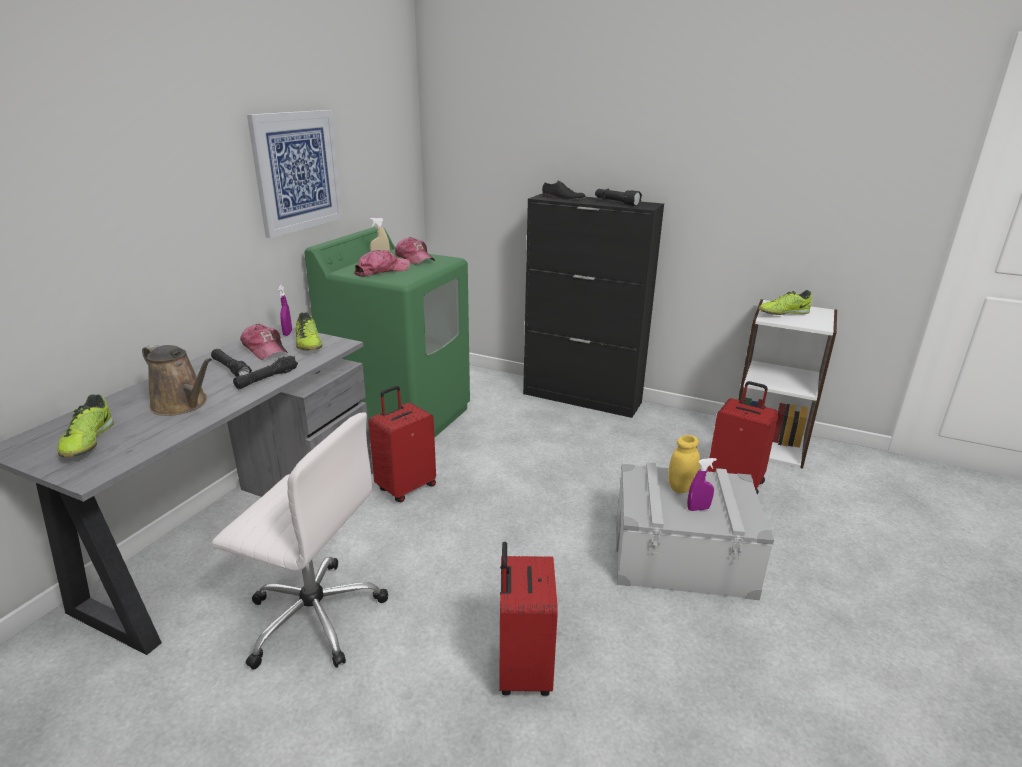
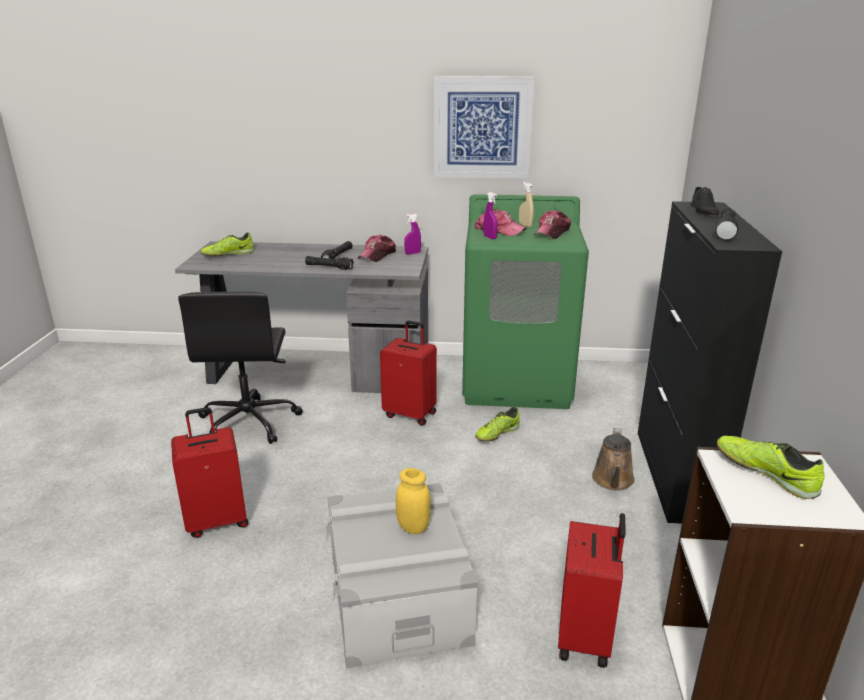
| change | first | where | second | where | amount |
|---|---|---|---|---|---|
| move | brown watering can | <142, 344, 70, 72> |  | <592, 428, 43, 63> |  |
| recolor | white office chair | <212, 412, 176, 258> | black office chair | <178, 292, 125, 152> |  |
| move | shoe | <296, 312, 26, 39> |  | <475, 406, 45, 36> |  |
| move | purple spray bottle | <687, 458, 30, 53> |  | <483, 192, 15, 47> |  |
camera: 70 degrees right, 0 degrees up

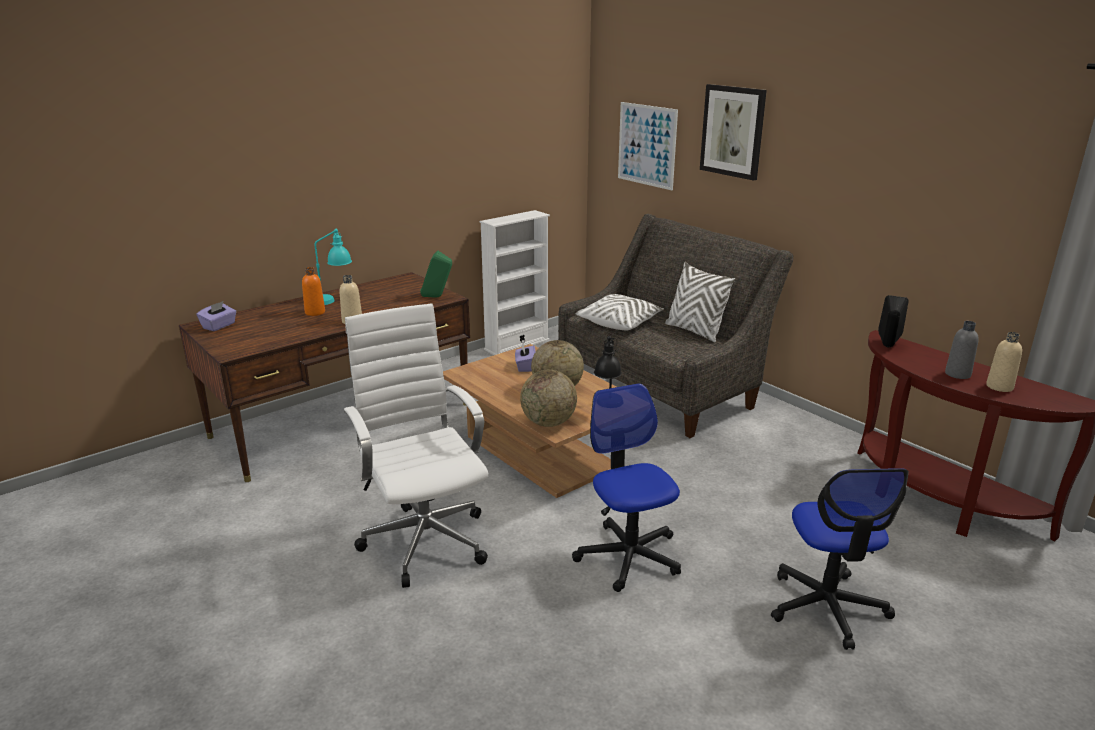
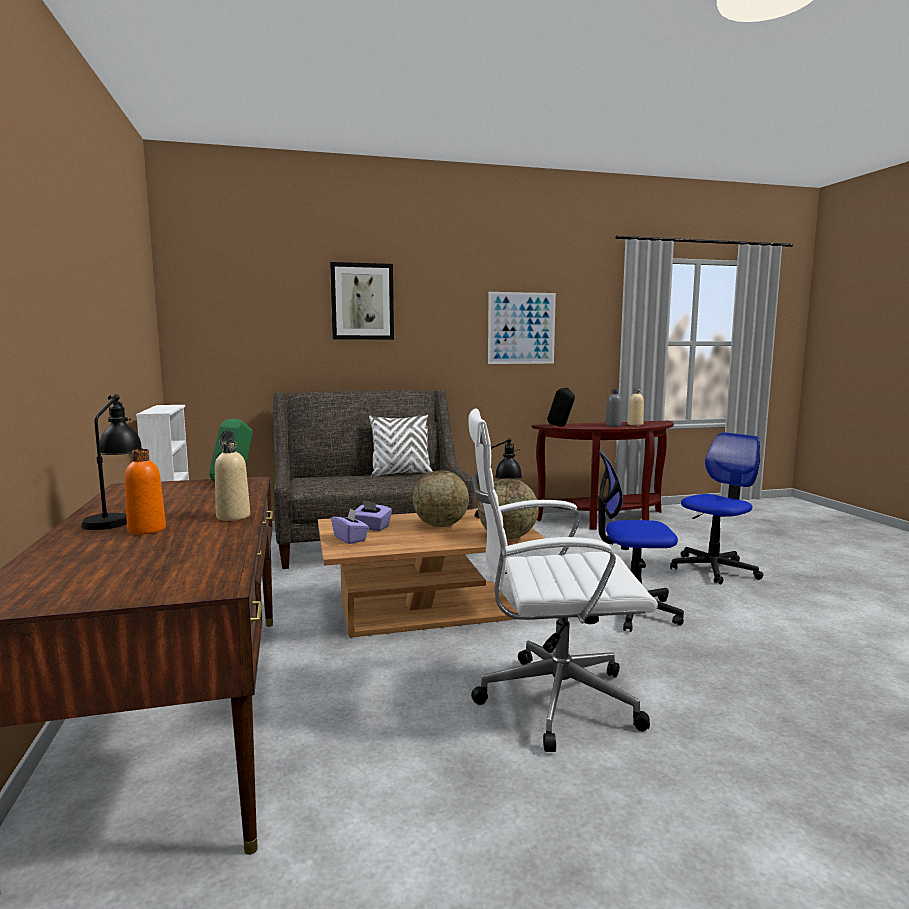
| change | first | where | second | where | amount |
|---|---|---|---|---|---|
| move | purple tissue box | <197, 301, 39, 30> |  | <331, 508, 38, 36> |  |
| recolor | turquoise table lamp | <315, 229, 37, 76> | black table lamp | <81, 394, 61, 136> |  |
| delete | white pillow | <575, 294, 89, 37> |  |  |  |
| move | picture | <618, 102, 60, 88> |  | <488, 292, 68, 72> |  |
| rotate | office chair | <771, 468, 138, 182> |  | <670, 432, 93, 152> | 60 degrees counterclockwise |
camera: 65 degrees left, 15 degrees down

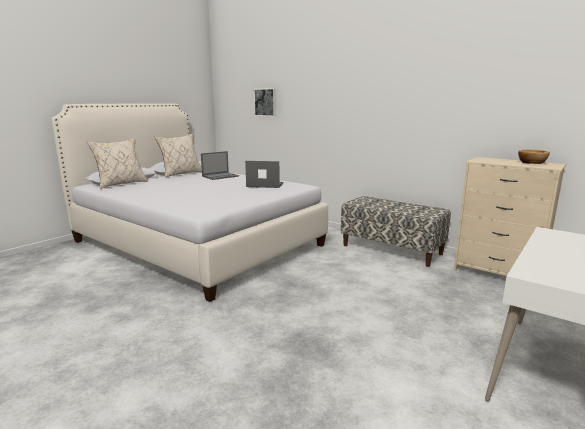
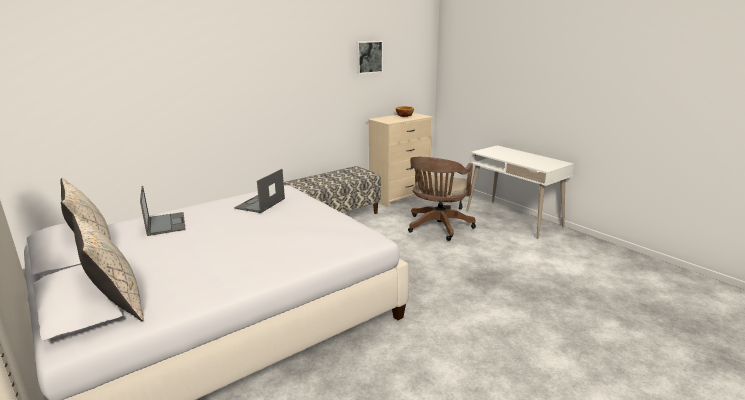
| change | first | where | second | where | amount |
|---|---|---|---|---|---|
| move | picture | <254, 88, 22, 29> |  | <356, 41, 27, 33> |  |
| insert |  |  | brown office chair | <408, 157, 68, 84> |  |
camera: 75 degrees left, 5 degrees up

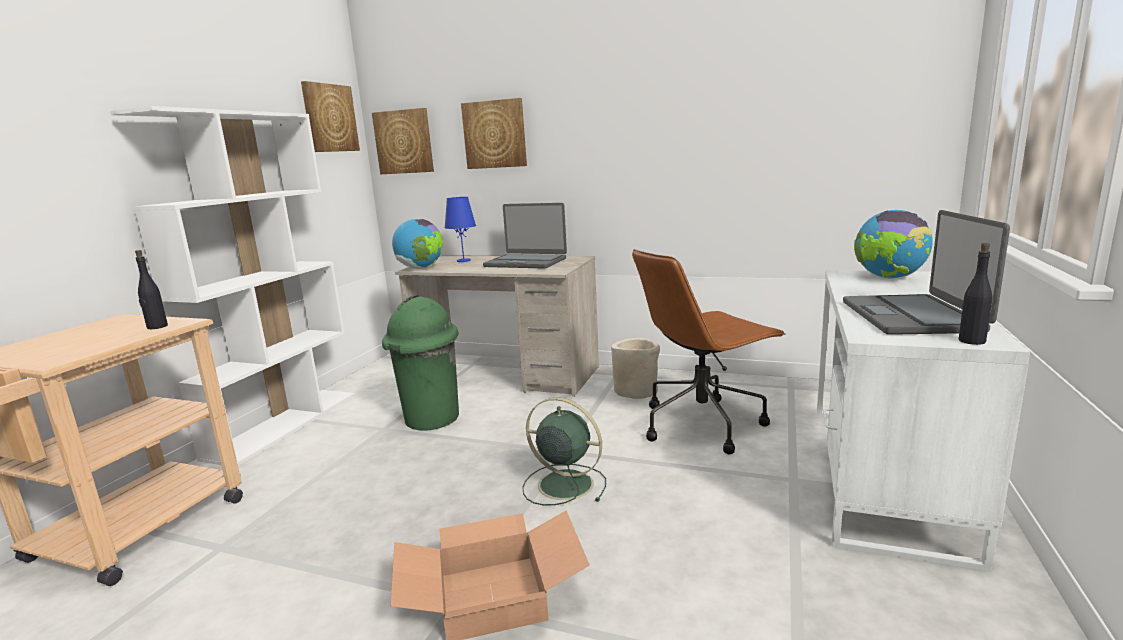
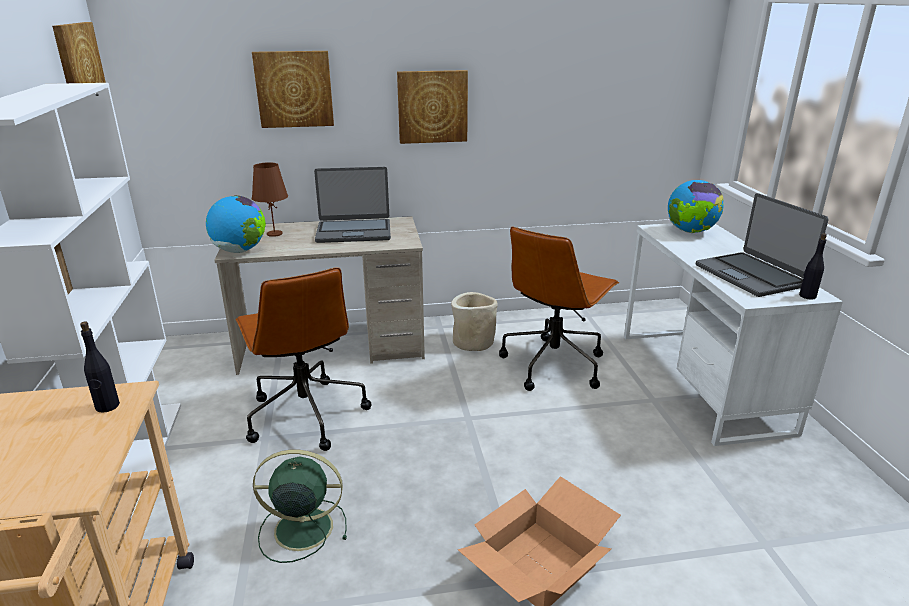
| change | first | where | second | where | amount |
|---|---|---|---|---|---|
| move | picture | <372, 108, 62, 66> |  | <397, 70, 71, 74> |  |
| replace | green trash can | <382, 295, 77, 136> | brown office chair | <236, 267, 135, 184> |  |
| recolor | blue table lamp | <444, 197, 32, 65> | brown table lamp | <252, 162, 36, 75> |  |
| move | green fan | <522, 398, 84, 108> |  | <253, 450, 94, 113> |  |
camera: 30 degrees left, 10 degrees up

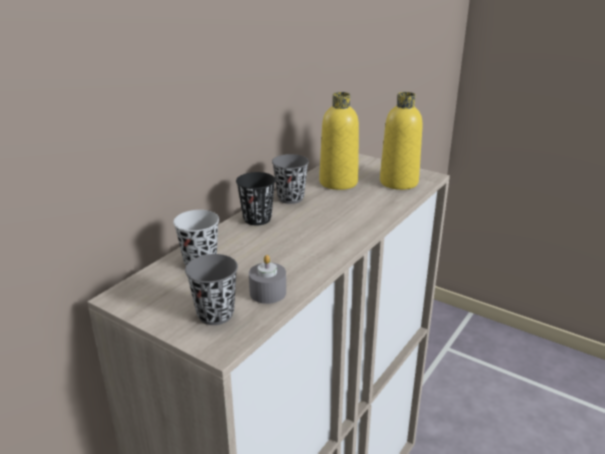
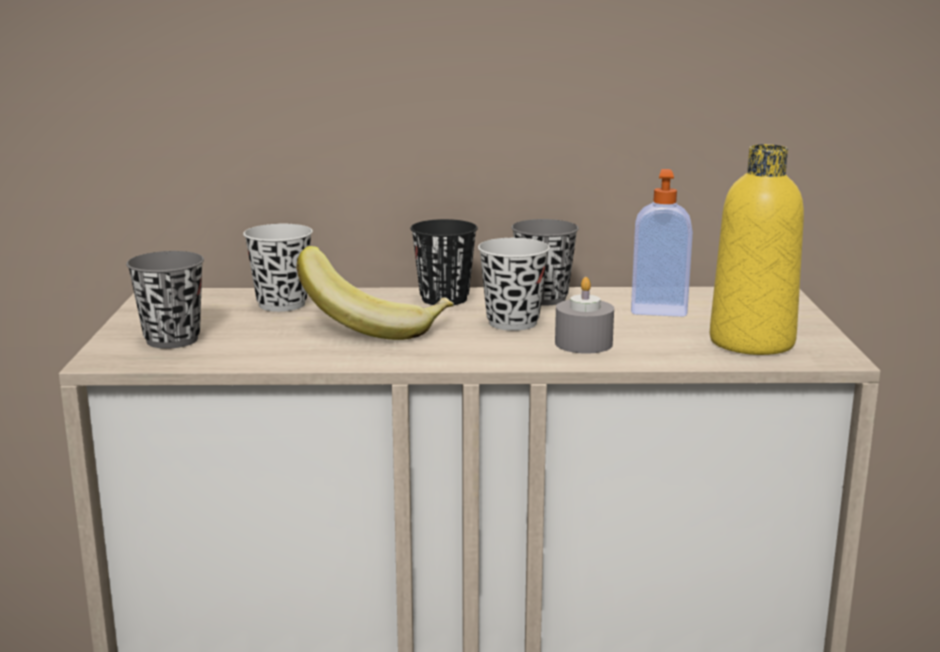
| change | first | where | second | where | amount |
|---|---|---|---|---|---|
| move | grey candle | <249, 255, 37, 49> |  | <555, 277, 59, 77> |  |
| replace | yellow bottle | <319, 92, 40, 98> | soap dispenser | <631, 169, 62, 148> |  |
| insert |  |  | banana | <296, 246, 158, 94> |  |
| insert |  |  | black cup | <478, 238, 72, 93> |  |
camera: 55 degrees right, 10 degrees down

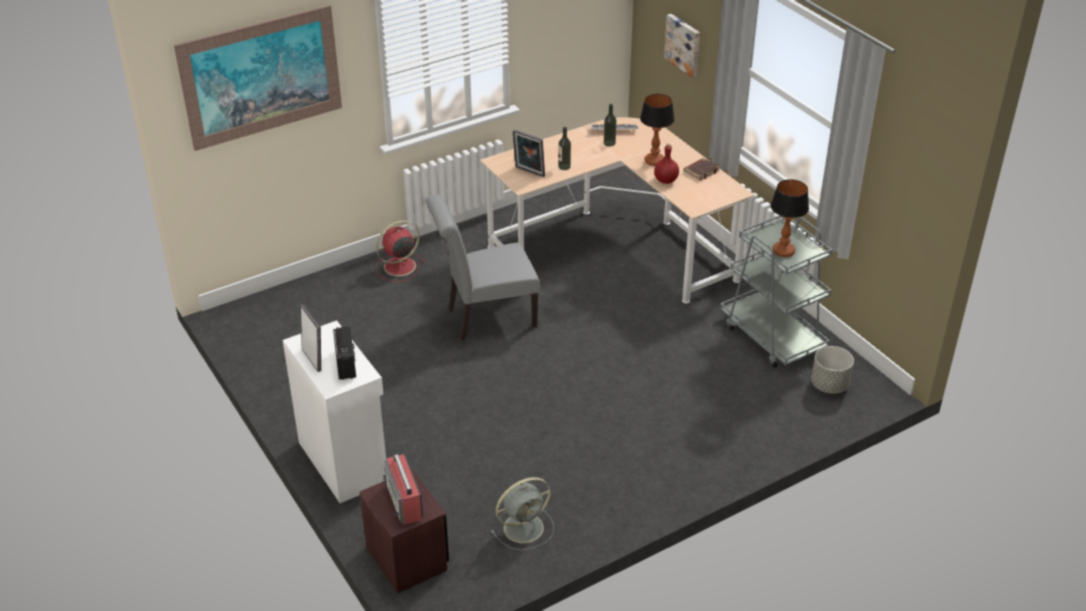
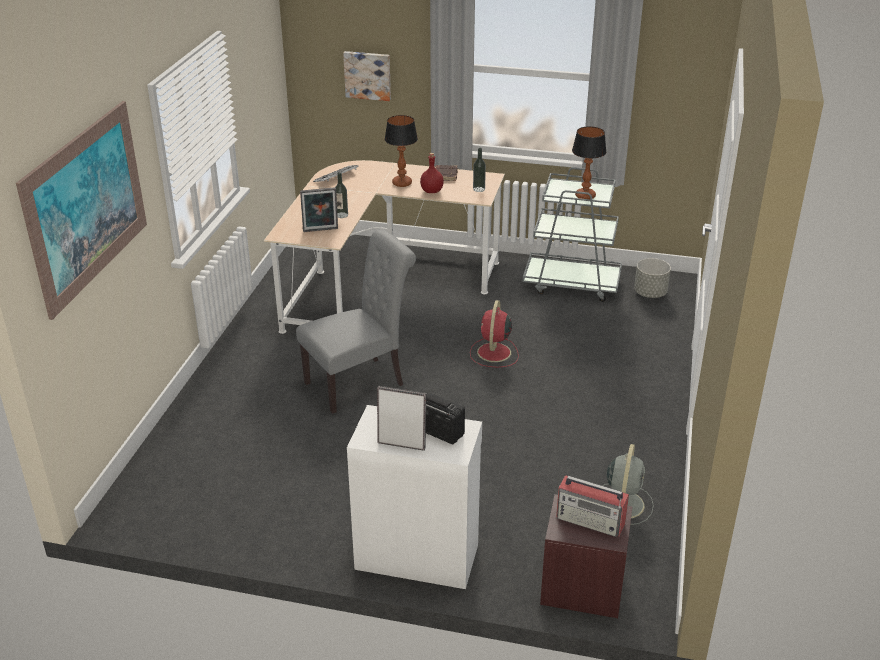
| change | first | where | second | where | amount |
|---|---|---|---|---|---|
| move | red fan | <376, 220, 50, 62> |  | <470, 300, 49, 67> |  |
| rotate | grey chair | <426, 194, 114, 147> |  | <296, 229, 120, 185> | 150 degrees counterclockwise |
| move | bottle | <604, 104, 13, 43> |  | <473, 148, 13, 44> |  |
camera: 45 degrees left, 5 degrees down

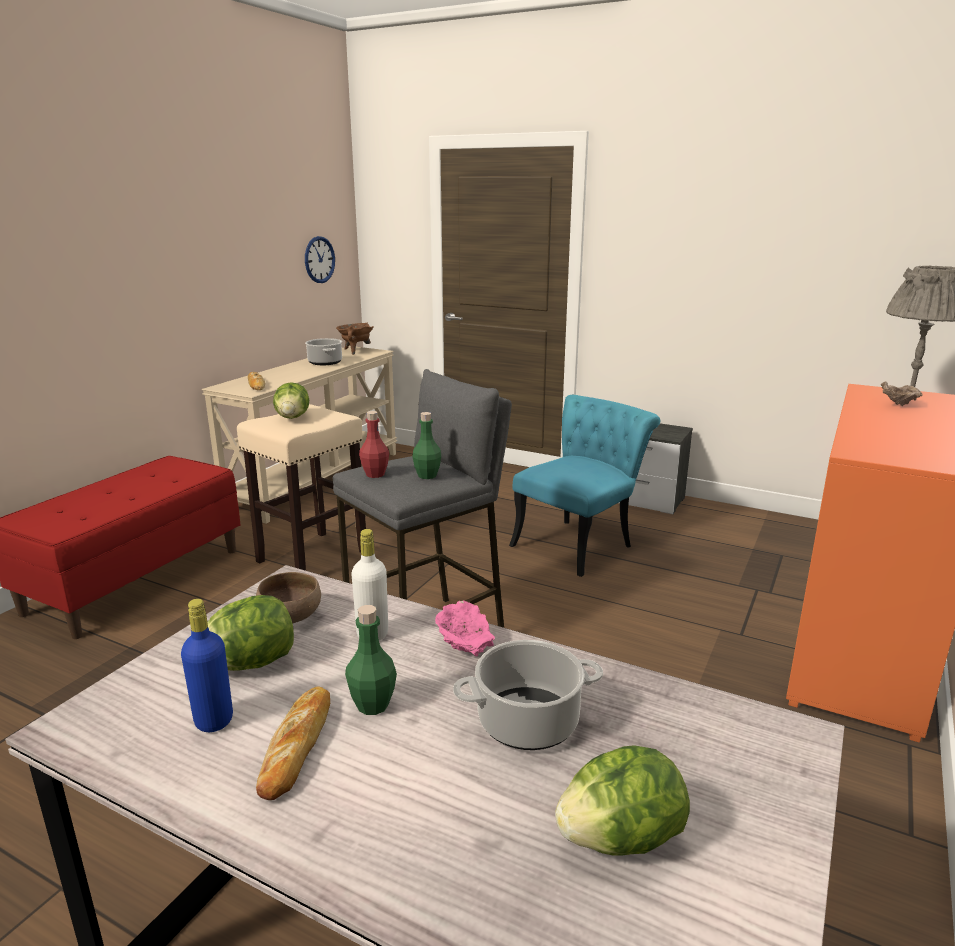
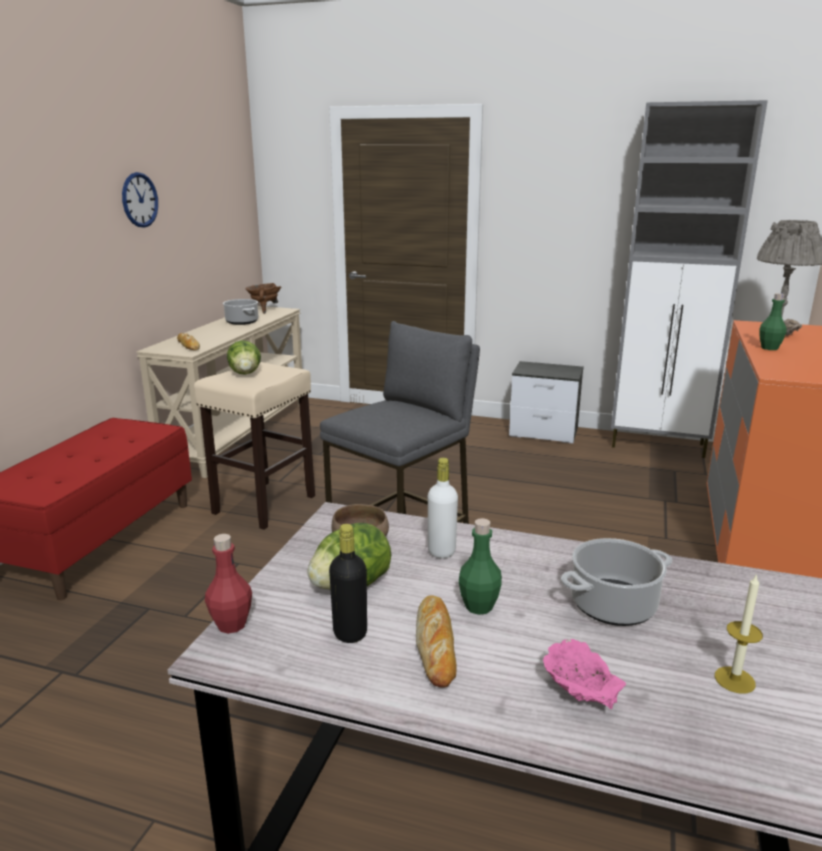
| change | first | where | second | where | amount |
|---|---|---|---|---|---|
| recolor | blue bottle | <181, 599, 52, 133> | black bottle | <329, 524, 38, 119> |  |
| move | wall clock | <305, 236, 30, 47> |  | <122, 172, 36, 55> |  |
| move | red bottle | <359, 411, 30, 67> |  | <205, 534, 47, 100> |  |
| move | green bottle | <412, 412, 29, 67> |  | <760, 293, 26, 57> |  |
| move | pink bowl | <435, 601, 60, 55> |  | <543, 639, 83, 70> |  |
| delete | turquoise chair | <509, 395, 152, 182> |  |  |  |
| replace | lettuce | <555, 745, 135, 111> | candle | <714, 573, 49, 121> |  |
| insert |  |  | grey cabinet | <611, 100, 157, 358> |  |
camera: 10 degrees left, 0 degrees up

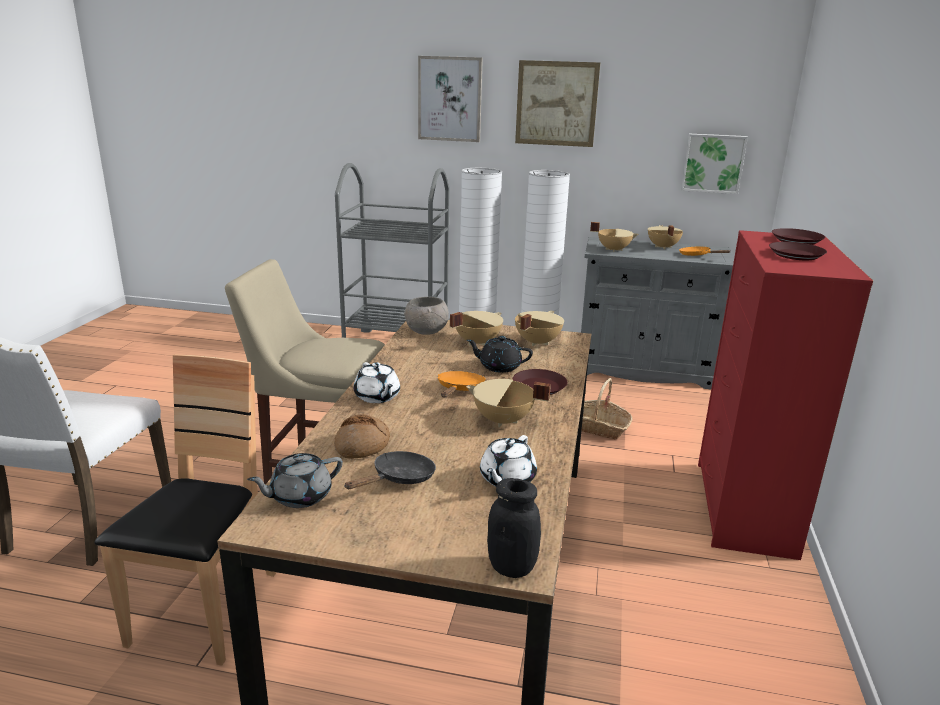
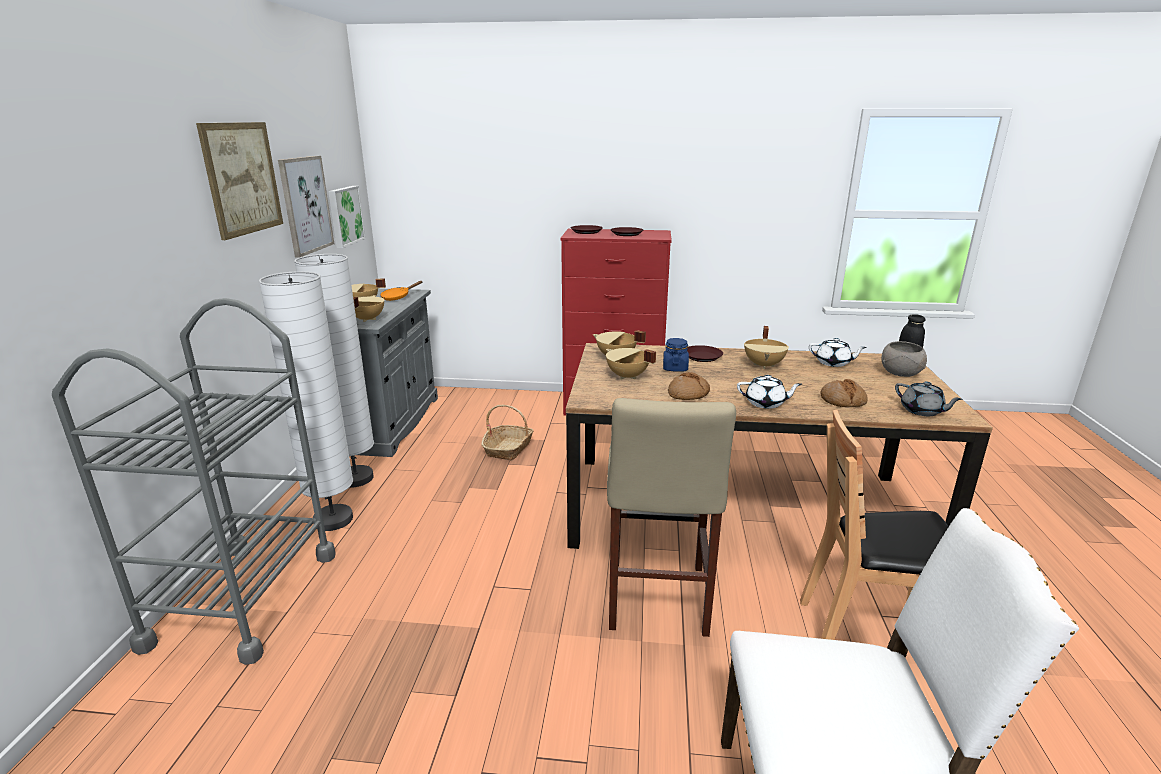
| change | first | where | second | where | amount |
|---|---|---|---|---|---|
| delete | black frying pan | <344, 451, 92, 38> |  |  |  |
| rotate | white teapot | <353, 362, 47, 41> |  | <737, 375, 65, 34> | 45 degrees clockwise |
| move | grey bowl | <404, 297, 45, 38> |  | <882, 341, 45, 36> |  |
| move | picture | <418, 56, 65, 86> |  | <278, 156, 56, 102> |  |
| delete | orange frying pan | <438, 371, 48, 27> |  |  |  |
| replace | black teapot | <467, 336, 66, 37> | blue jar | <663, 338, 26, 34> |  |
| insert |  |  | bread | <668, 372, 42, 28> |  |
camera: 95 degrees left, 0 degrees up

